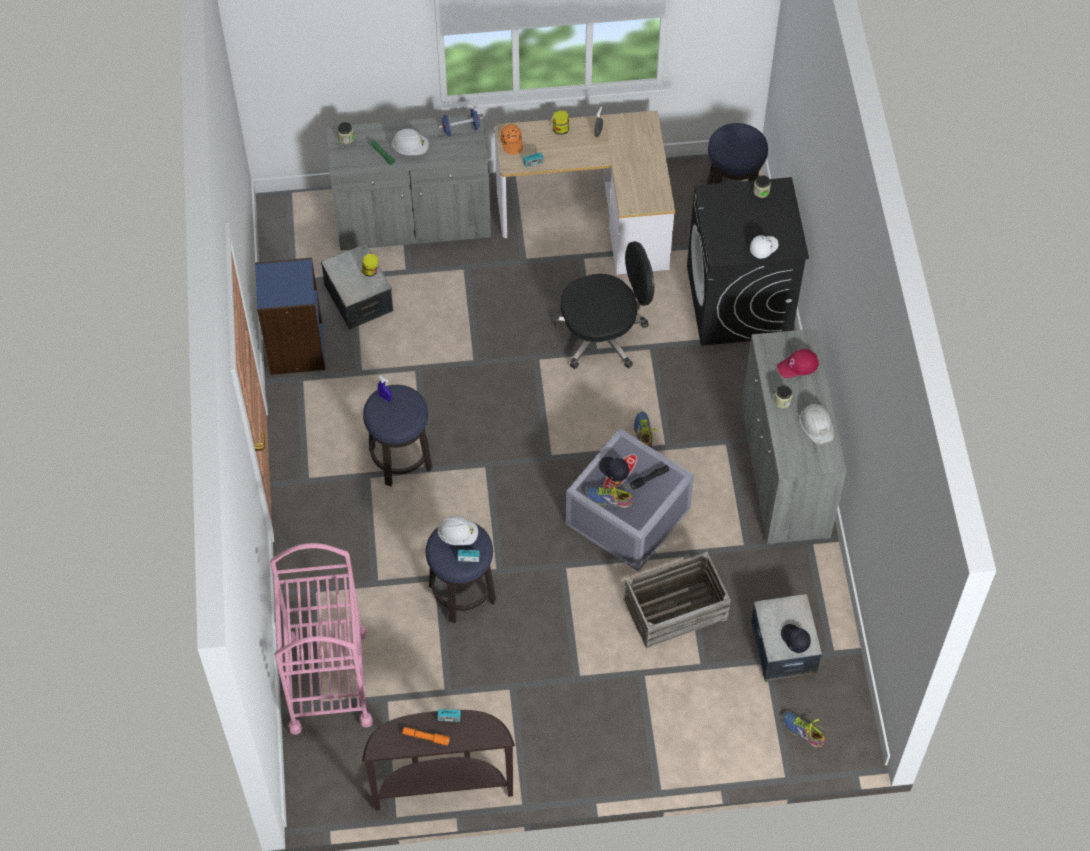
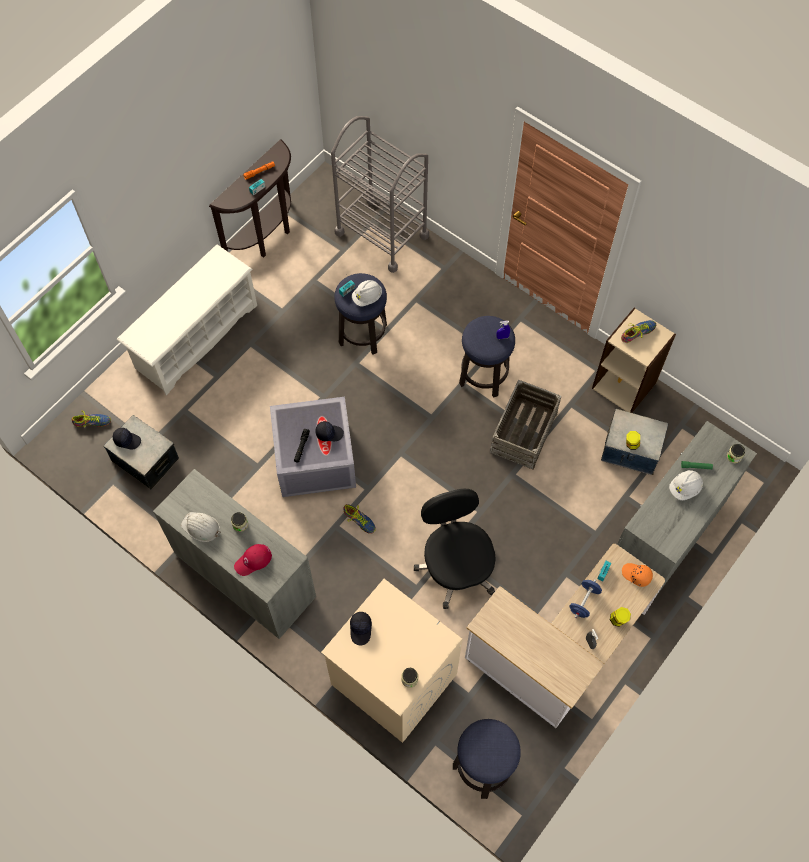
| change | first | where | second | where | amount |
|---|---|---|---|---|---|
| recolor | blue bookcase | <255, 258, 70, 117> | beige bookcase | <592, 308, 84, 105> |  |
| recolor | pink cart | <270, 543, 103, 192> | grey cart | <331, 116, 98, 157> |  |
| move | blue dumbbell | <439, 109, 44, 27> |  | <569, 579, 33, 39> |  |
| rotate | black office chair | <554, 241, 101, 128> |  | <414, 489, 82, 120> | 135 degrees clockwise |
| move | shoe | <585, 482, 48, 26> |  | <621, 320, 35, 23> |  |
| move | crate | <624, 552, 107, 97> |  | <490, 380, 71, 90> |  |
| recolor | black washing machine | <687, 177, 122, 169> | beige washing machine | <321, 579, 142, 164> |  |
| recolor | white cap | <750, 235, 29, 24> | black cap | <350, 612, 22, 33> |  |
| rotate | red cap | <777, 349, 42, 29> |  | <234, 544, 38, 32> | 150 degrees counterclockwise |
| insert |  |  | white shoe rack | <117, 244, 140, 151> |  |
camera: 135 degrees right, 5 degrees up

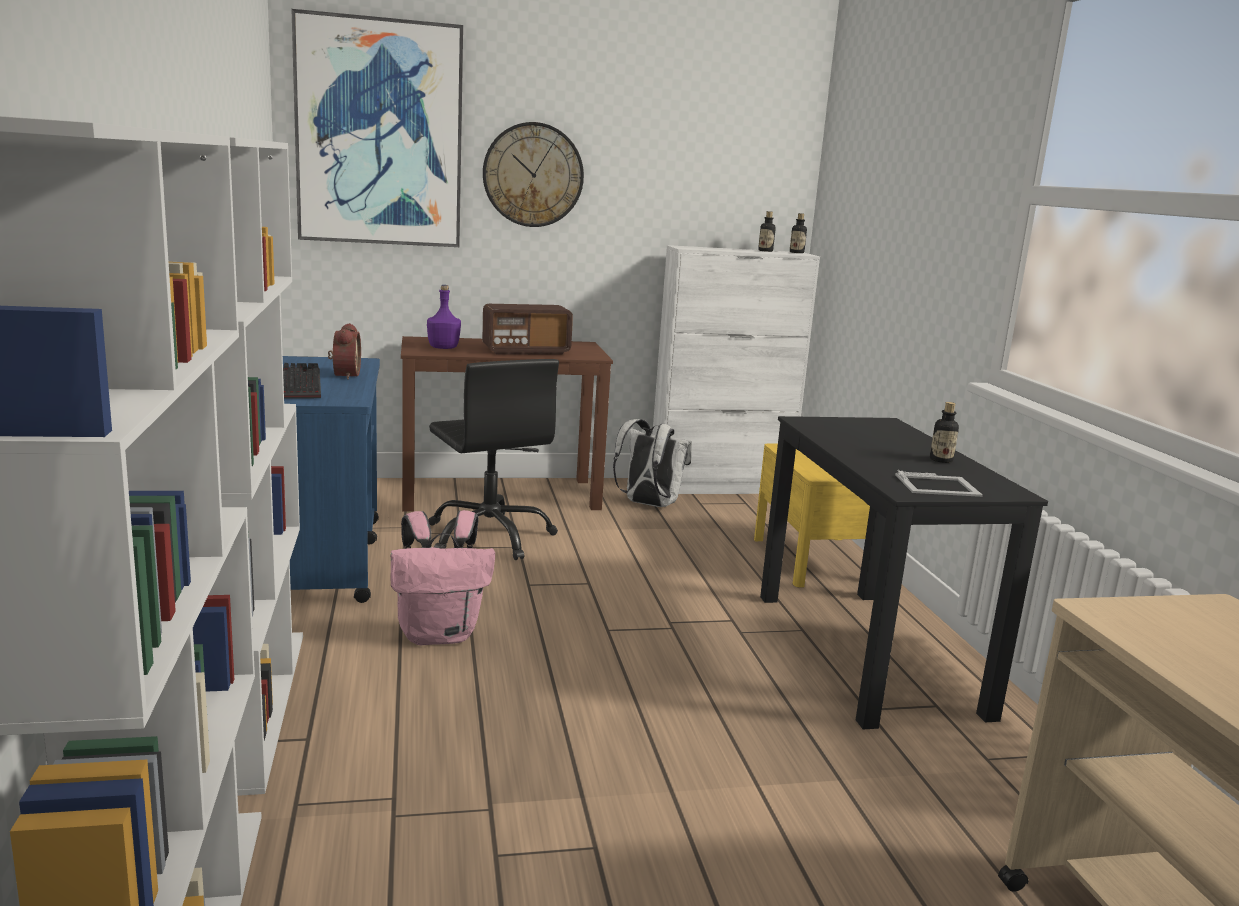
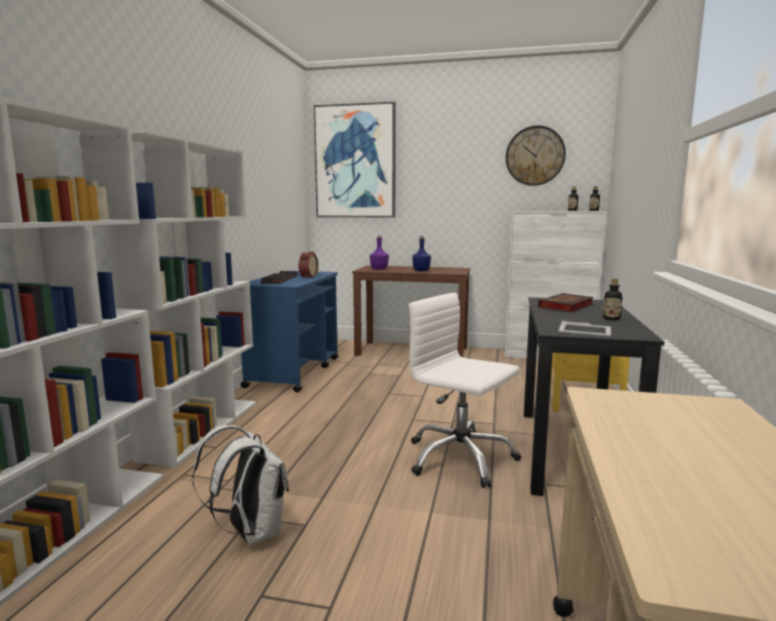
| change | first | where | second | where | amount |
|---|---|---|---|---|---|
| delete | pink backpack | <390, 510, 105, 135> |  |  |  |
| delete | black office chair | <428, 359, 131, 201> |  |  |  |
| replace | radio | <482, 304, 91, 51> | blue bottle | <412, 236, 19, 35> |  |
| move | wall clock | <483, 122, 101, 105> |  | <506, 126, 60, 60> |  |
| move | white backpack | <613, 419, 79, 88> |  | <192, 425, 97, 120> |  |
| insert |  |  | white office chair | <409, 293, 112, 195> |  |
| insert |  |  | book | <538, 293, 56, 20> |  |
camera: 25 degrees right, 5 degrees down

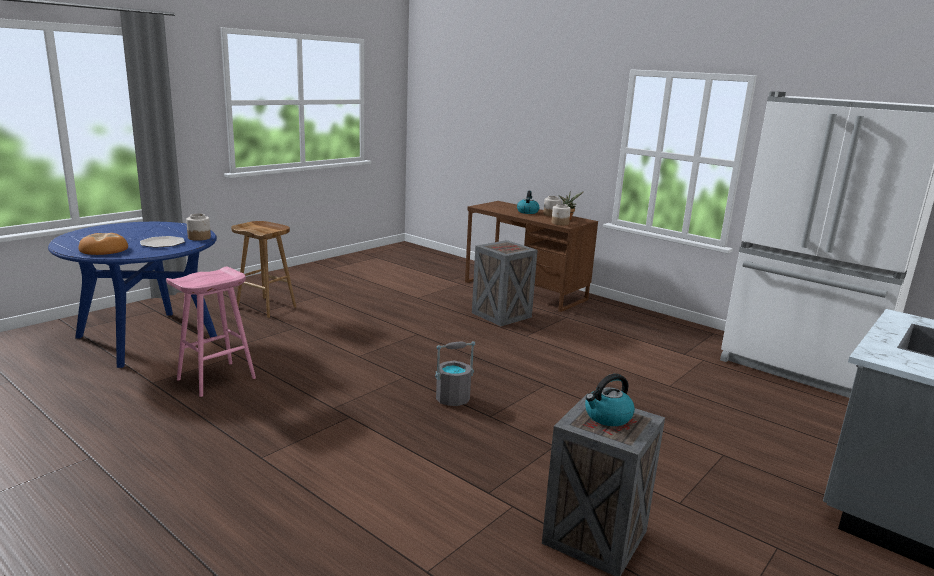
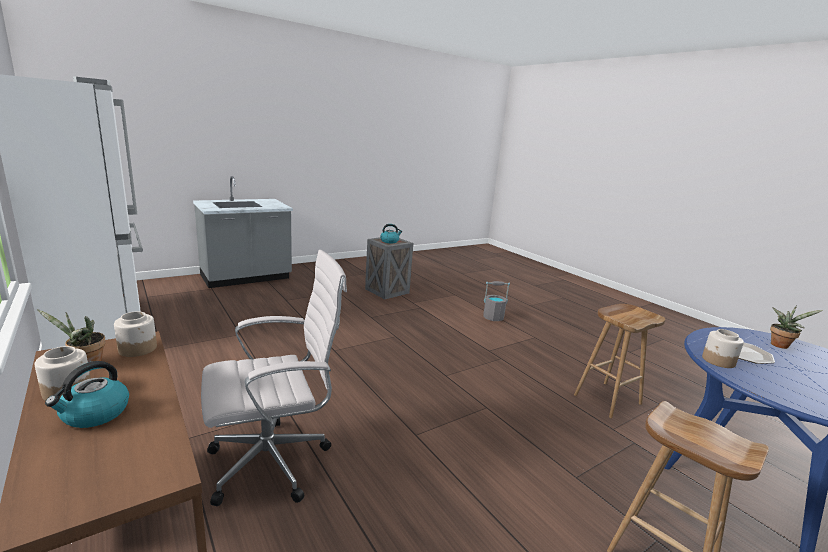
| change | first | where | second | where | amount |
|---|---|---|---|---|---|
| replace | bread | <79, 233, 49, 22> | potted plant | <770, 305, 53, 44> |  |
| recolor | pink stool | <166, 267, 90, 130> | brown stool | <574, 304, 91, 114> |  |
| move | grey bucket | <435, 341, 40, 65> |  | <483, 281, 27, 40> |  |
| replace | crate | <472, 240, 66, 86> | white office chair | <201, 250, 146, 256> |  |
camera: 165 degrees left, 0 degrees up

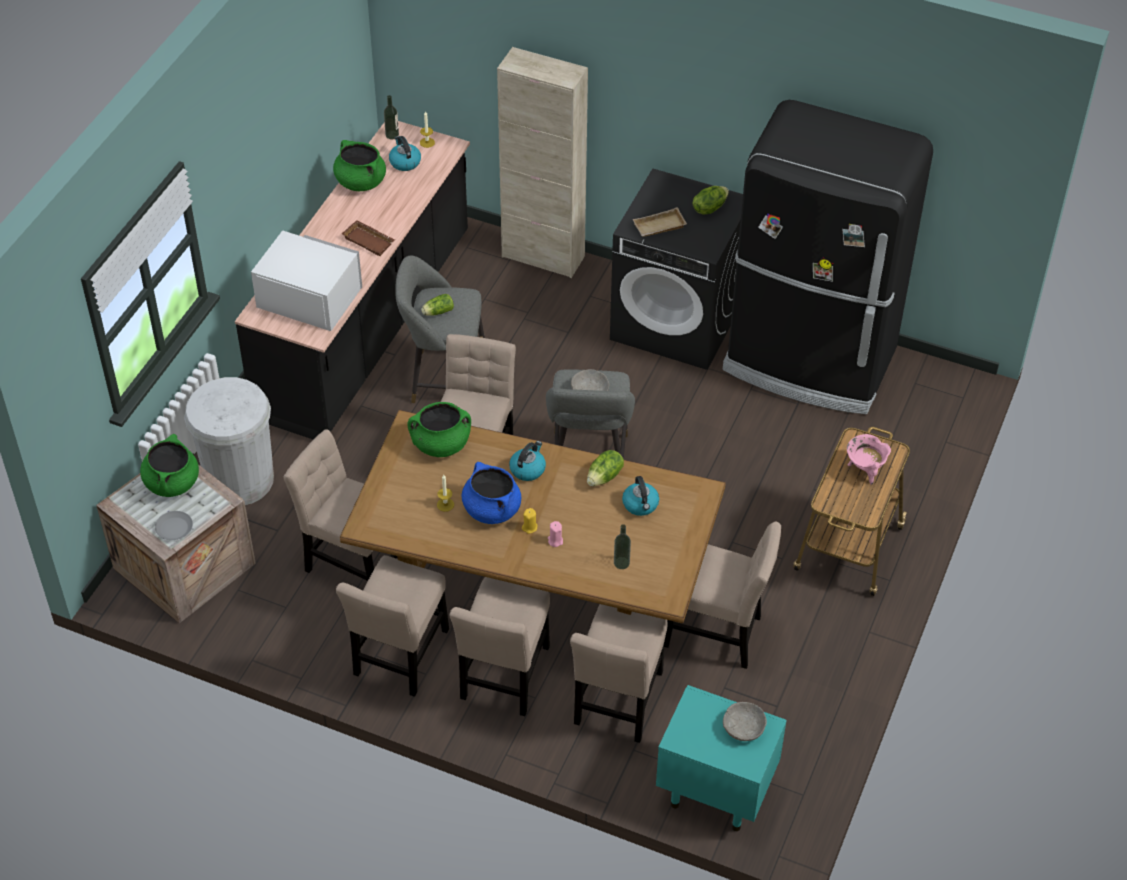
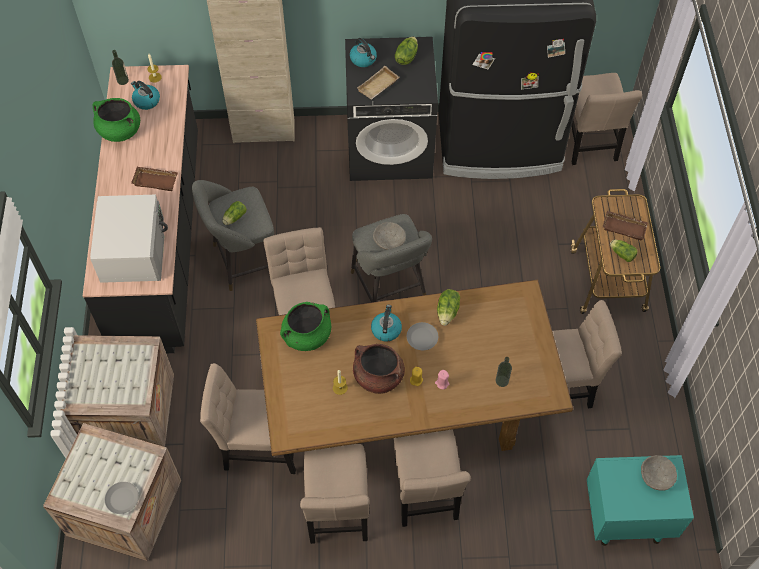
| change | first | where | second | where | amount |
|---|---|---|---|---|---|
| delete | green cooking pot | <140, 434, 59, 63> |  |  |  |
| replace | white trash can | <184, 377, 90, 128> | crate | <60, 335, 114, 112> |  |
| rotate | white microwave | <251, 230, 111, 101> |  | <90, 195, 78, 88> | 90 degrees clockwise |
| recolor | blue cooking pot | <462, 462, 59, 62> | brown cooking pot | <353, 344, 52, 50> |  |
| move | beige chair | <570, 604, 97, 139> |  | <571, 73, 71, 92> |  |
| move | kettle | <622, 476, 37, 40> |  | <350, 38, 27, 29> |  |
| replace | pink cooking pot | <847, 434, 44, 50> | brown tray | <603, 211, 45, 30> |  |
| insert |  |  | grey plate | <407, 322, 31, 28> |  |
| insert |  |  | lettuce | <610, 240, 28, 22> |  |
camera: 25 degrees left, 10 degrees up

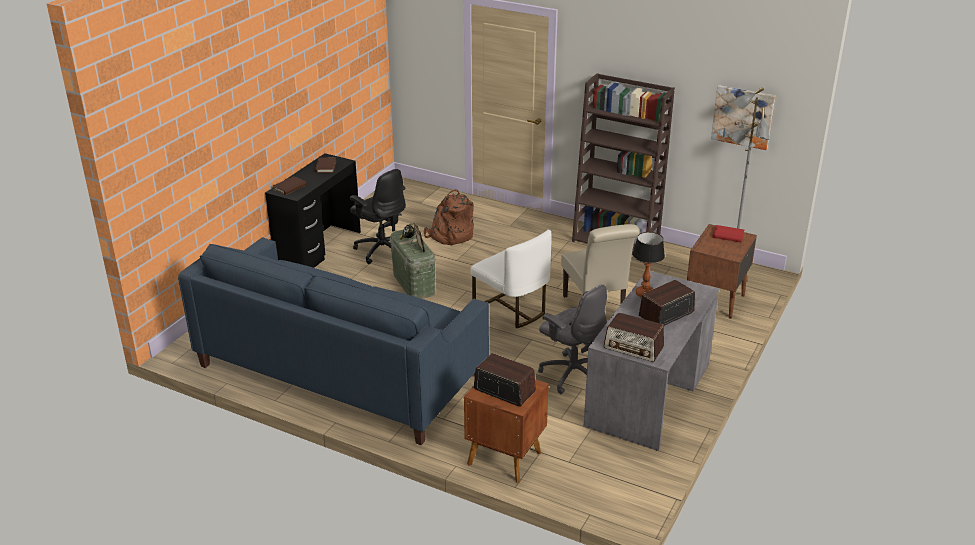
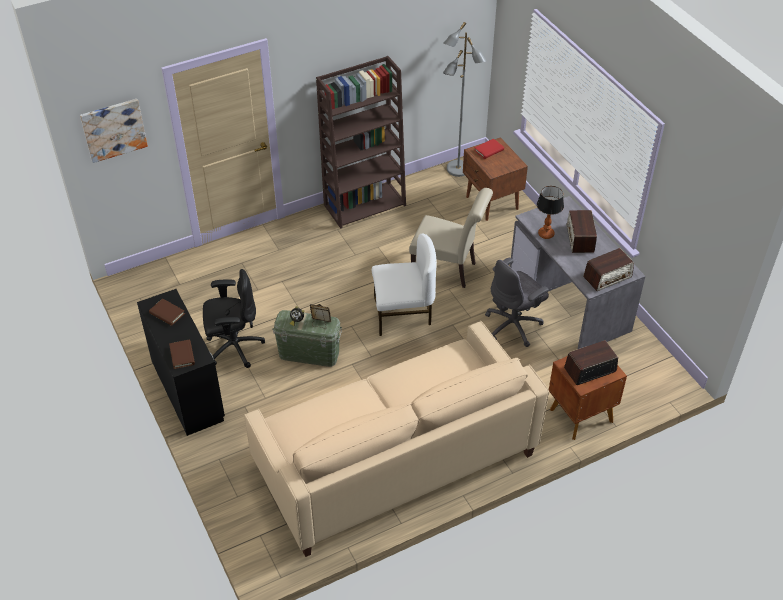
| change | first | where | second | where | amount |
|---|---|---|---|---|---|
| recolor | blue sofa | <178, 237, 311, 208> | beige sofa | <244, 321, 305, 236> |  |
| delete | brown backpack | <424, 189, 50, 56> |  |  |  |
| rotate | grey office chair | <538, 284, 69, 110> |  | <485, 258, 64, 89> | 150 degrees clockwise |
| move | picture | <711, 85, 64, 65> |  | <80, 99, 68, 64> |  |
camera: 55 degrees left, 15 degrees up

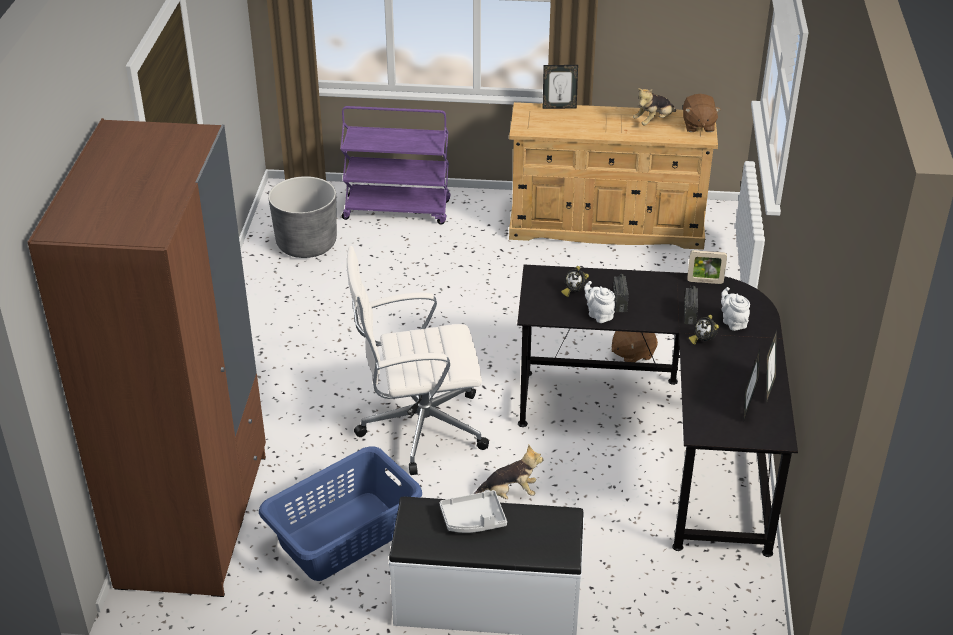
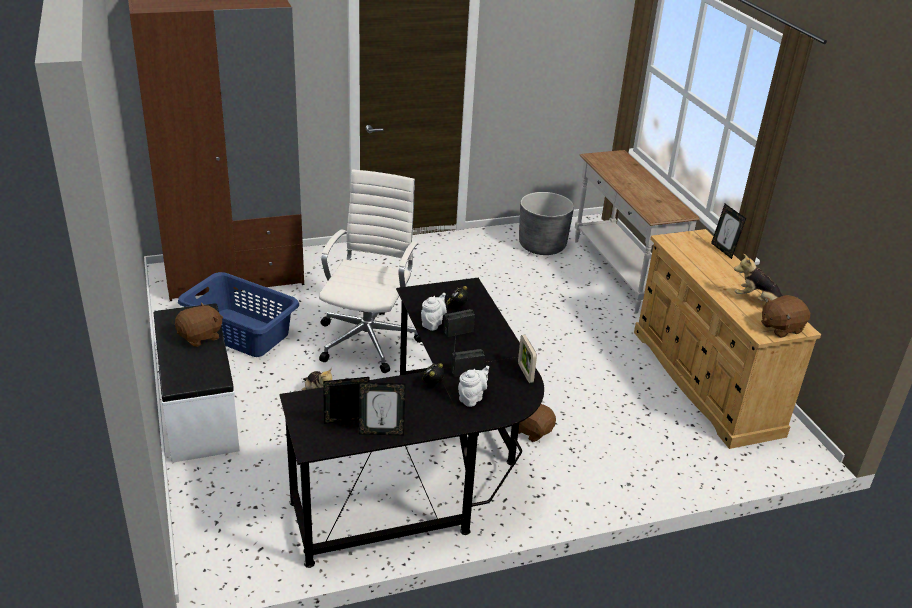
| change | first | where | second | where | amount |
|---|---|---|---|---|---|
| replace | purple cart | <341, 106, 110, 119> | white console table | <575, 150, 125, 163> |  |
| rotate | white office chair | <347, 246, 142, 229> |  | <319, 169, 103, 204> | 45 degrees clockwise |
| replace | grey tray | <439, 490, 68, 43> | brown plush toy | <175, 302, 48, 45> |  |
camera: 65 degrees right, 5 degrees down

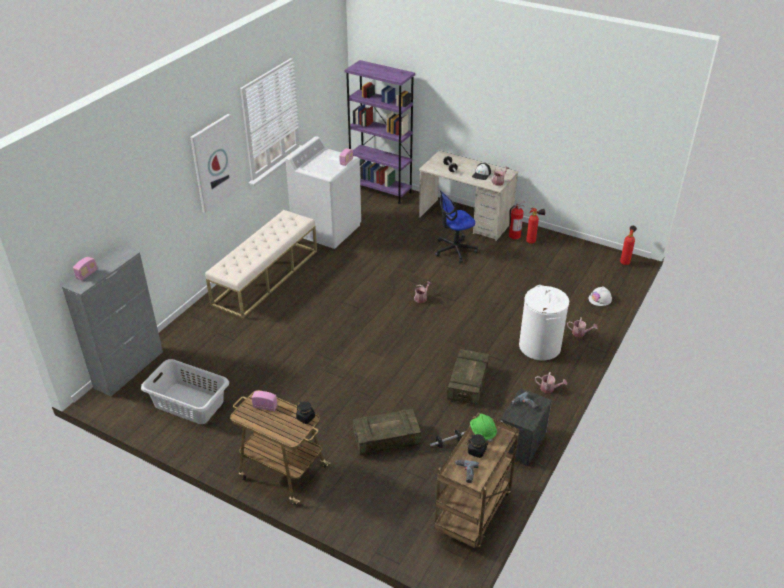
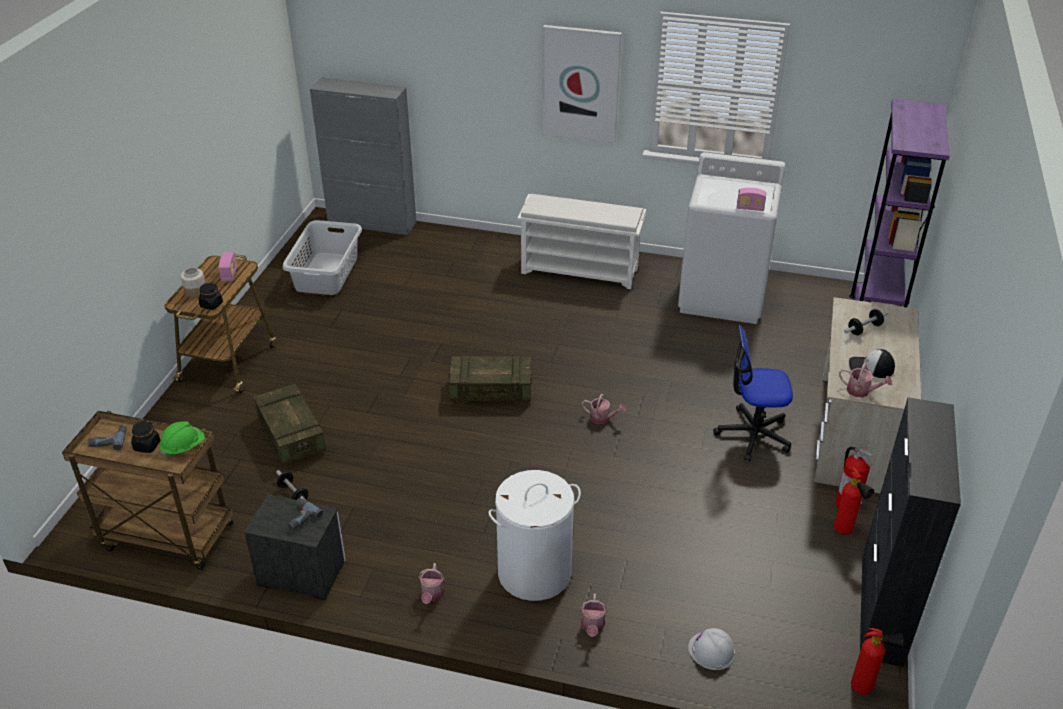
| change | first | where | second | where | amount |
|---|---|---|---|---|---|
| delete | radio | <73, 257, 24, 23> |  |  |  |
| replace | beige bench | <205, 210, 112, 108> | white shoe rack | <517, 194, 129, 95> |  |
| rotate | office chair | <435, 190, 43, 73> |  | <713, 325, 80, 137> | 45 degrees counterclockwise |
| move | crate | <447, 349, 42, 56> |  | <448, 356, 85, 47> |  |
| insert |  |  | jar | <180, 268, 25, 29> |  |
| insert |  |  | black cabinet | <860, 397, 101, 270> |  |
camera: 75 degrees right, 0 degrees up

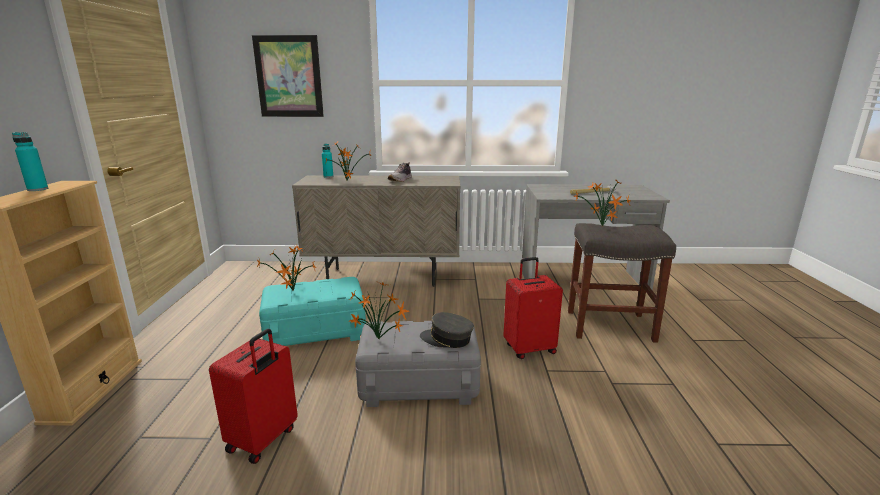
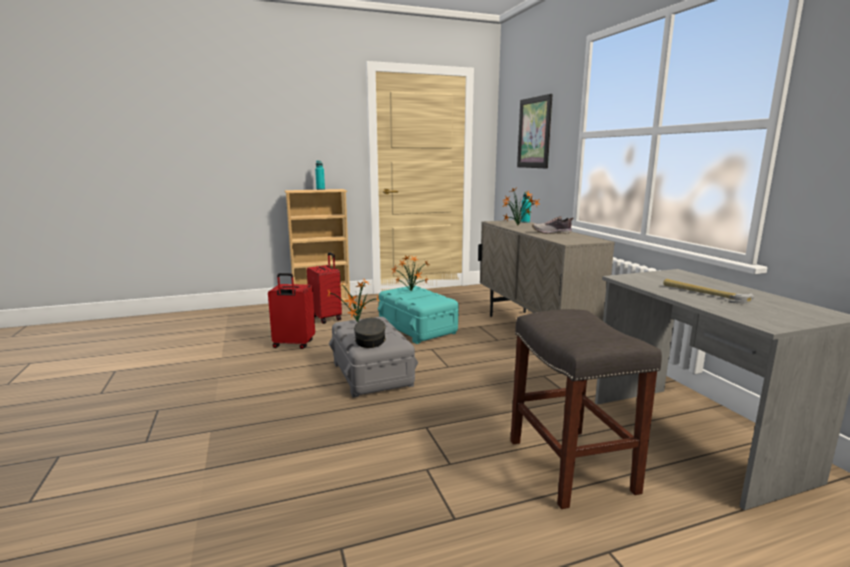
| change | first | where | second | where | amount |
|---|---|---|---|---|---|
| move | red suitcase | <503, 257, 60, 102> |  | <307, 252, 35, 72> |  |
| delete | potted plant | <574, 180, 57, 47> |  |  |  |
camera: 70 degrees right, 5 degrees down

